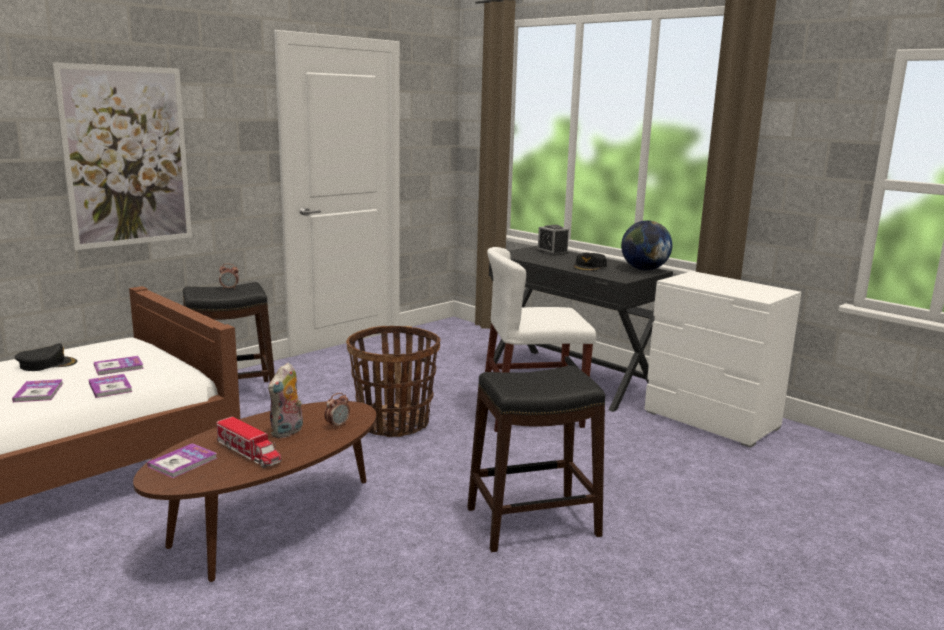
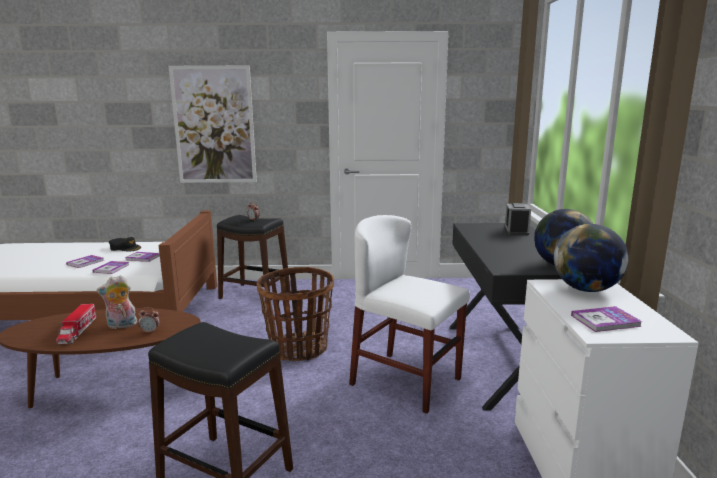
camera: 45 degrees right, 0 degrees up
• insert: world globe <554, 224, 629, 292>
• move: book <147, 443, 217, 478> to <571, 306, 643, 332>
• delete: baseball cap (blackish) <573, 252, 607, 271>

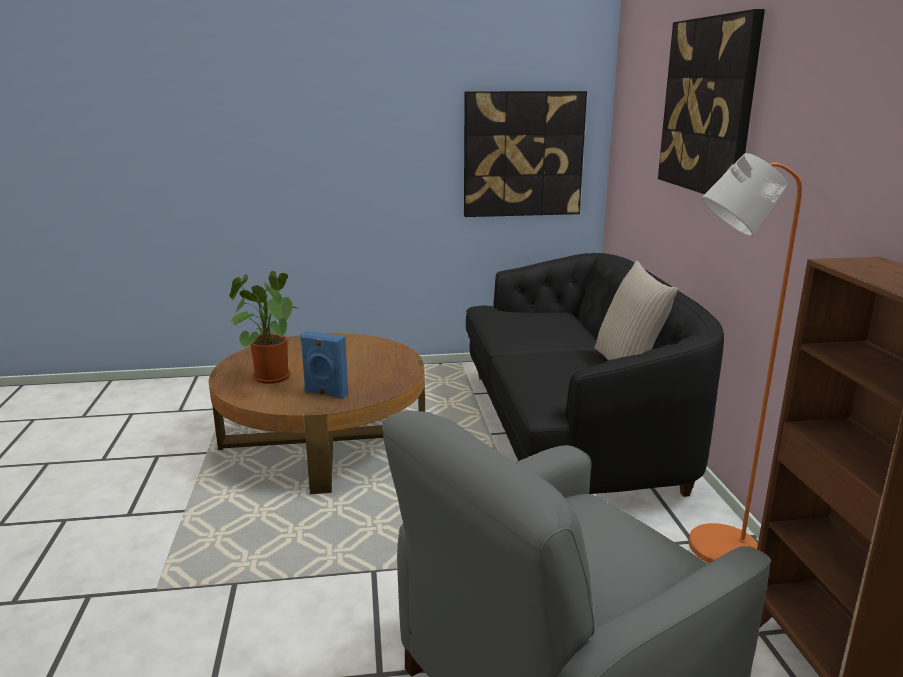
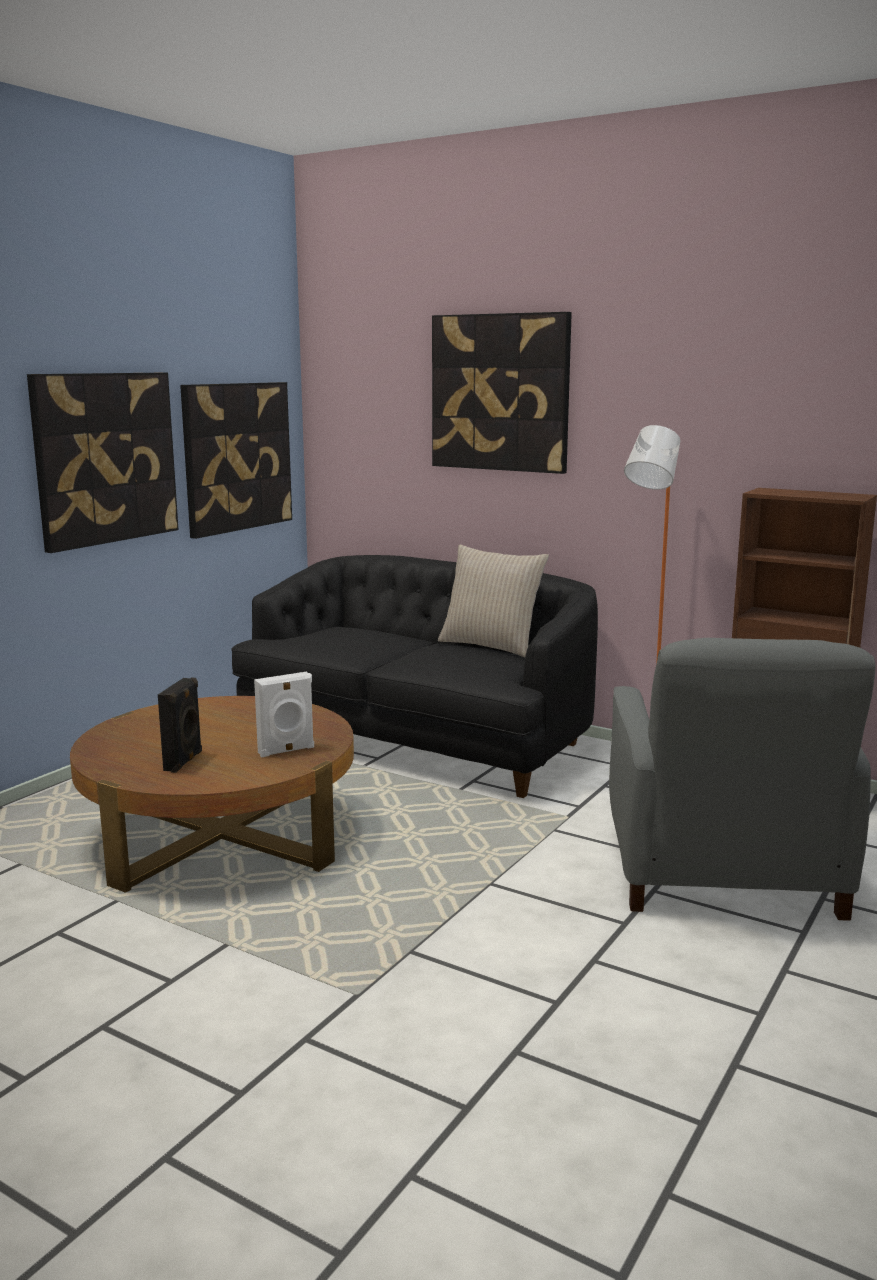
camera: 50 degrees left, 5 degrees down
• insert: wall art <27, 373, 179, 553>
• replace: potted plant <229, 271, 301, 384> to loudspeaker (blackish) <158, 677, 202, 773>
• recolor: loudspeaker (bluish) <300, 331, 348, 399> to loudspeaker (white) <254, 672, 314, 757>

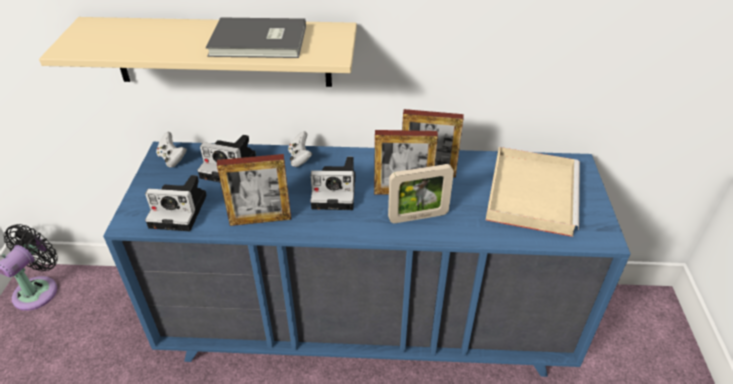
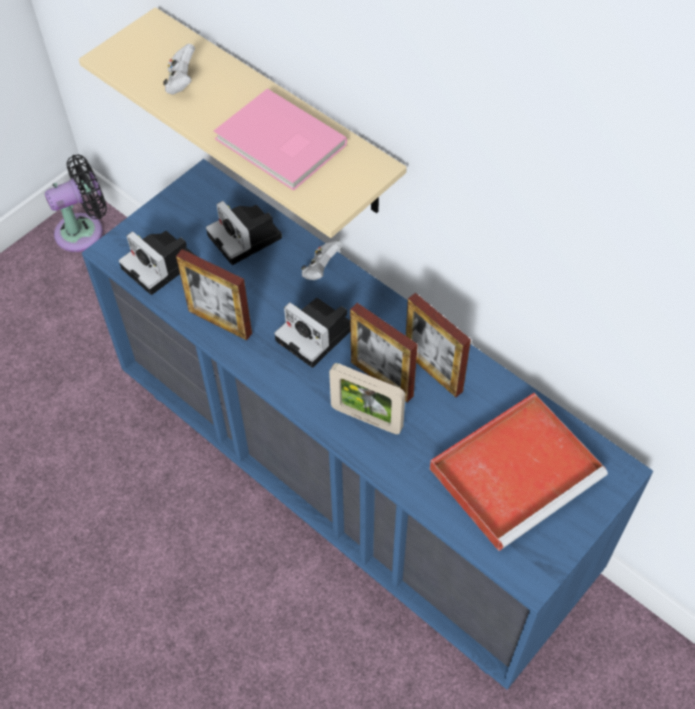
camera: 40 degrees right, 15 degrees up
• move: gamepad (white) <156, 132, 187, 167> to <163, 44, 195, 95>
• recolor: book (gray) <206, 17, 306, 58> to book (pink) <214, 89, 347, 191>
• recolor: tray (beige-coloured) <486, 147, 580, 237> to tray (reddish) <430, 393, 608, 551>

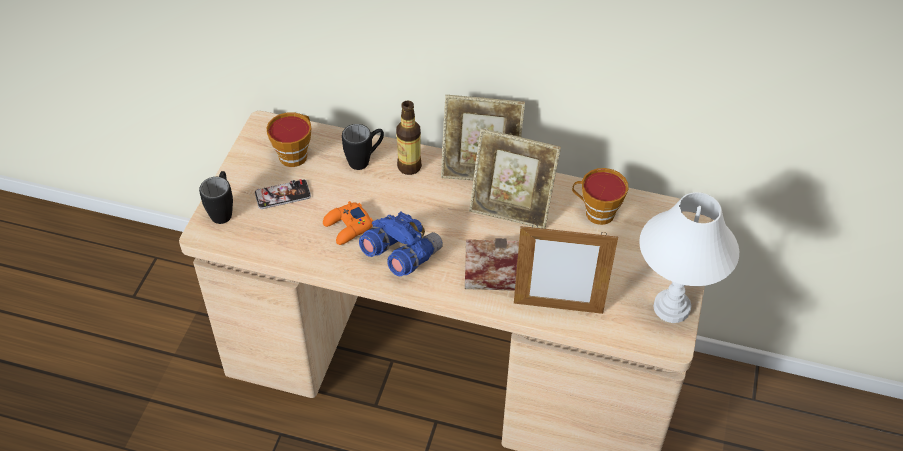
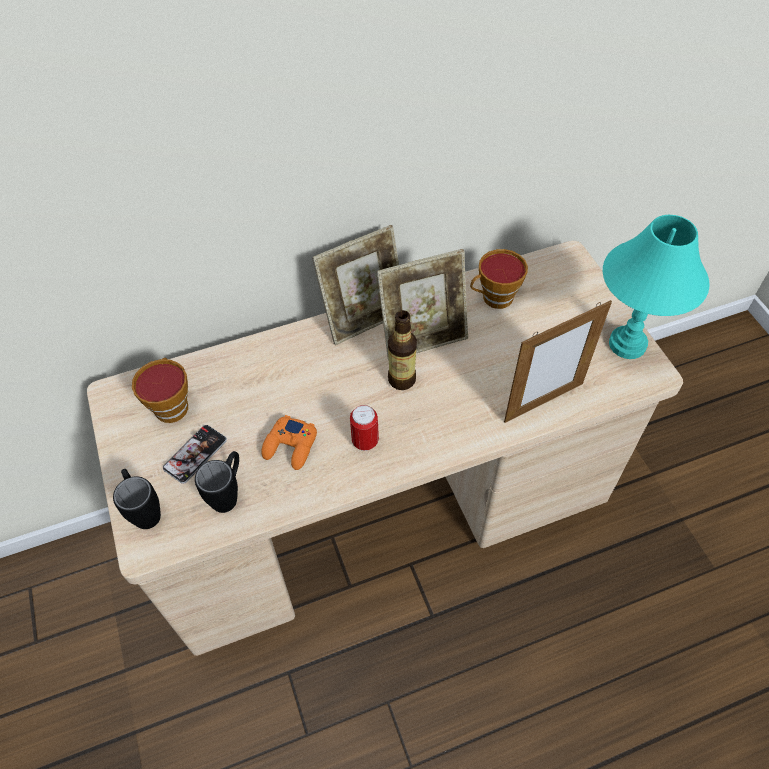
camera: 35 degrees left, 5 degrees up
• move: mug (blackish) <342, 124, 384, 170> to <195, 451, 239, 513>
• replace: binoculars (bluish) <359, 212, 443, 276> to metal can <350, 405, 379, 451>
• move: beverage bottle <396, 101, 422, 175> to <388, 310, 417, 390>
• recolor: tabletop lamp (white) <639, 192, 739, 323> to tabletop lamp (blue-green) <603, 215, 710, 359>
• delete: book <465, 238, 535, 291>

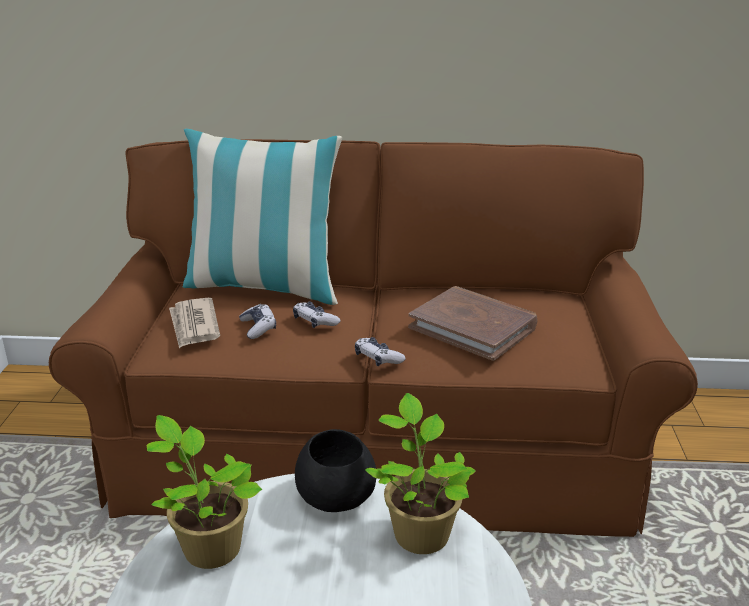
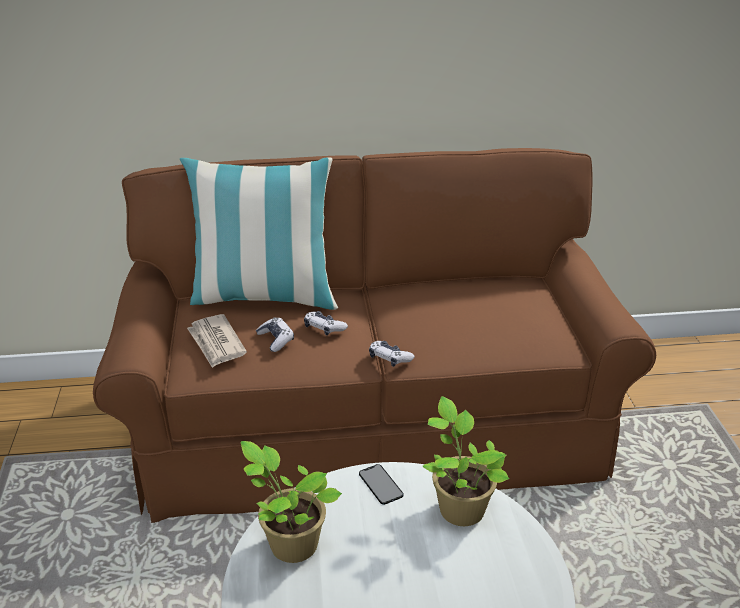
camera: 10 degrees left, 5 degrees up
• replace: serving bowl (blackish) <295, 429, 376, 512> to phone <359, 464, 404, 505>
• delete: book (brownish) <408, 286, 537, 361>

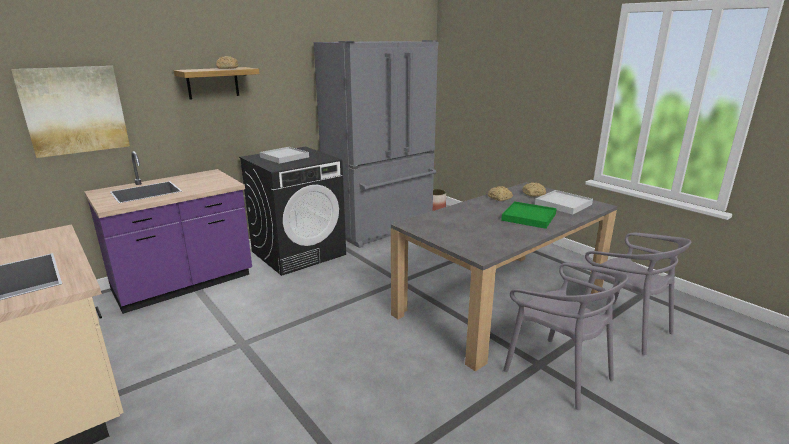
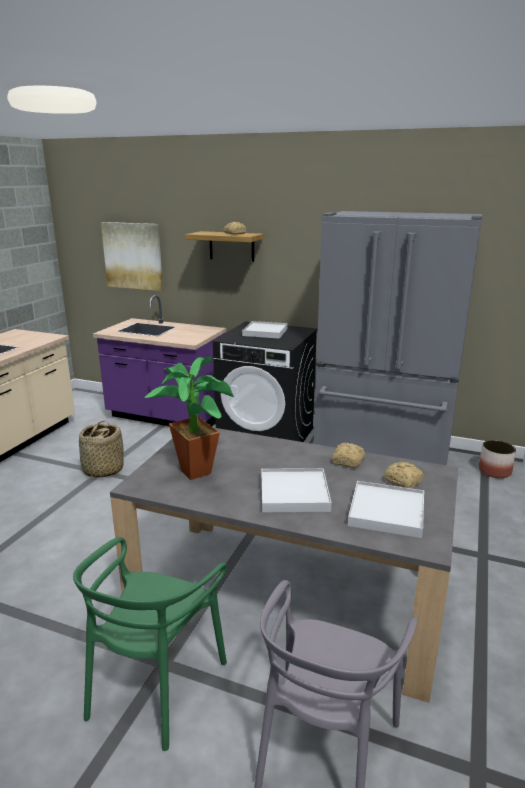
camera: 60 degrees right, 0 degrees up
• recolor: upright chair (gray) <503, 262, 628, 410> to upright chair (green-coloured) <73, 537, 227, 751>
• insert: storage basket <79, 421, 124, 478>
• insert: potted plant <144, 357, 234, 480>
• recolor: tray (green-coloured) <501, 201, 557, 229> to tray (white) <261, 468, 331, 512>

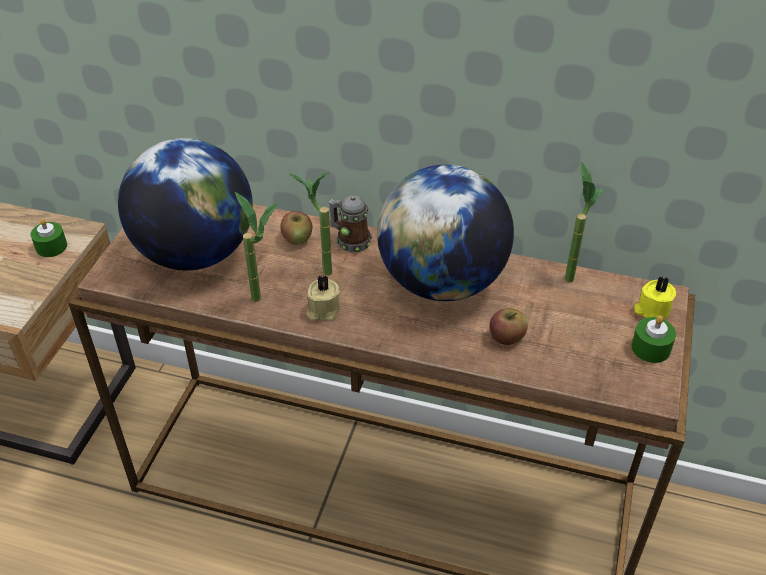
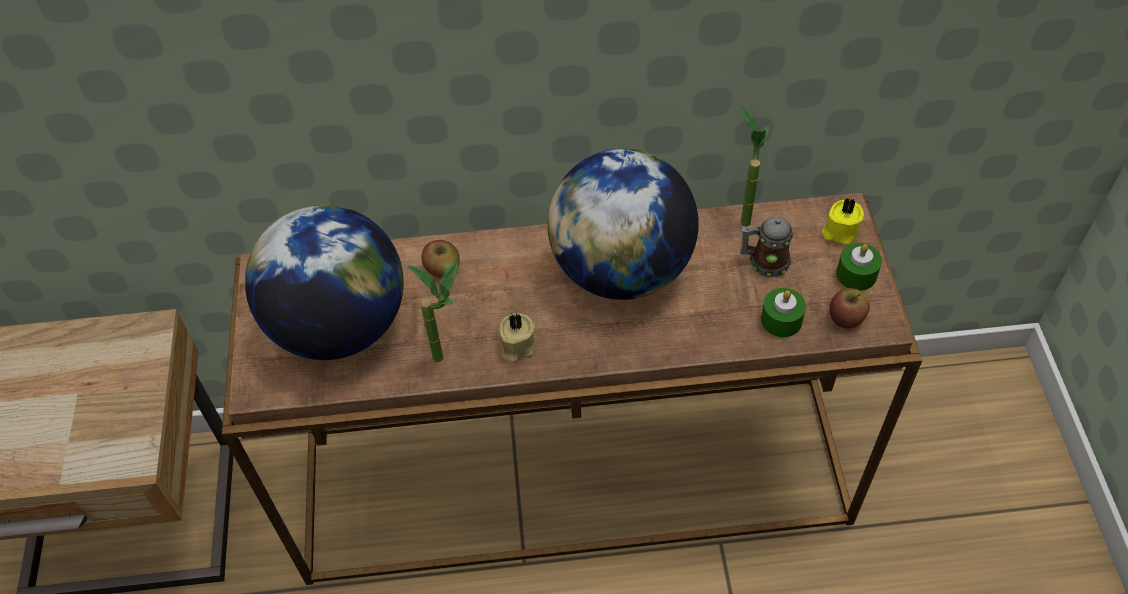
camera: 20 degrees left, 10 degrees up
• move: mug <328, 196, 372, 252> to <740, 216, 794, 277>
• move: wax light (green-coloured) <31, 219, 67, 257> to <761, 288, 806, 337>
• move: apple <489, 308, 528, 345> to <830, 288, 870, 329>
• delete: potted plant <288, 172, 332, 276>

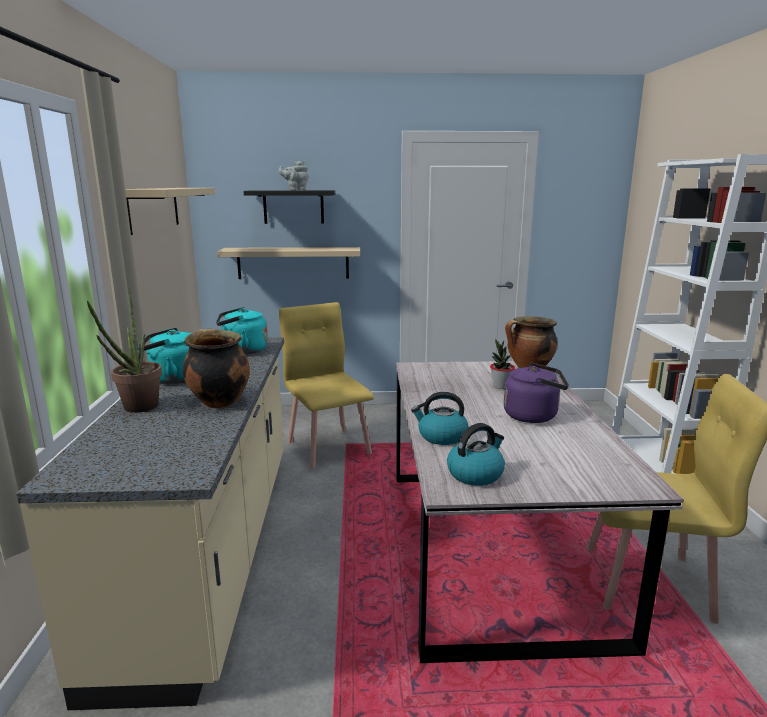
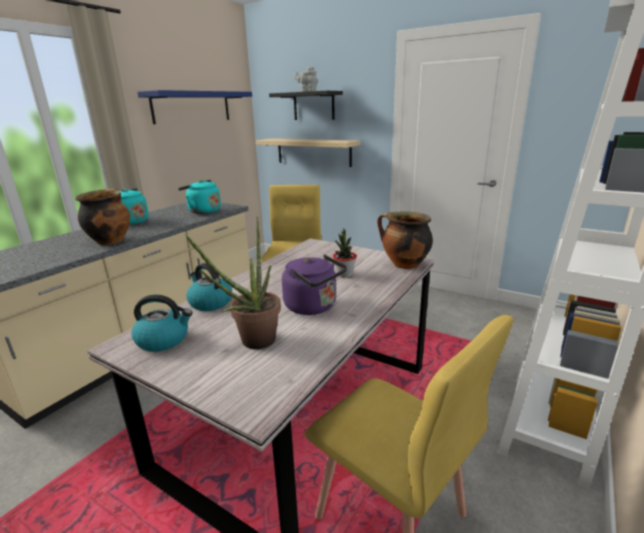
camera: 35 degrees right, 5 degrees up
• recolor: bracket shelf (beige-coloured) <125, 188, 215, 235> to bracket shelf (bluish) <137, 90, 252, 124>
• move: potted plant <87, 289, 162, 413> to <186, 217, 281, 349>

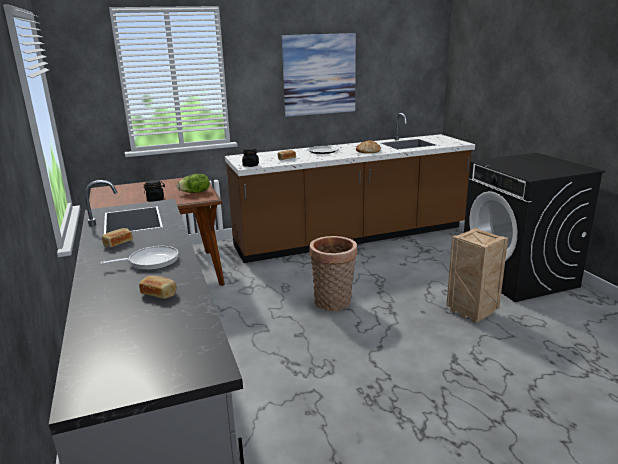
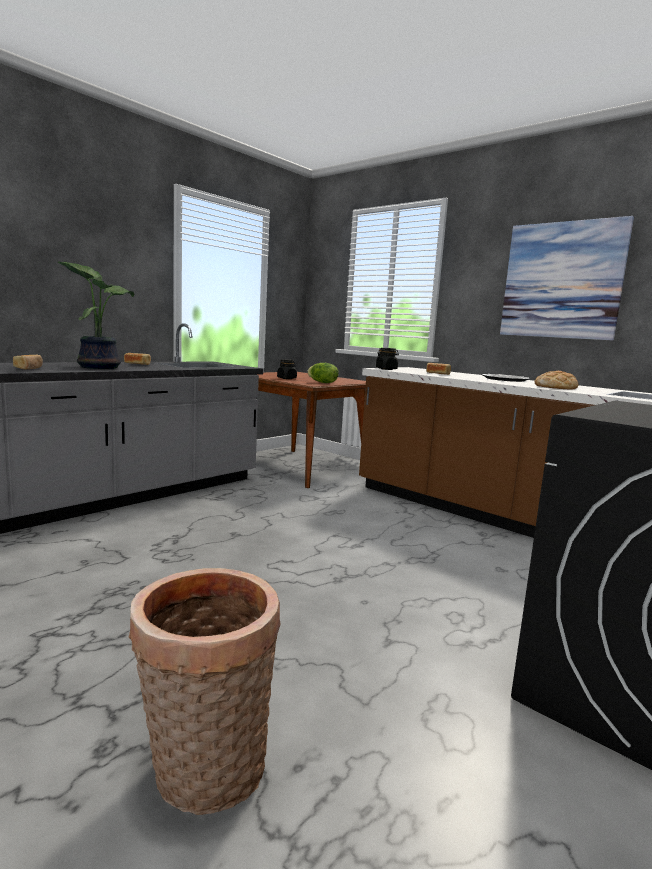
camera: 60 degrees right, 10 degrees down
• replace: pan <100, 246, 178, 270> to potted plant <58, 261, 135, 369>
• move: storage basket <309, 236, 357, 311> to <128, 568, 281, 815>
• delete: shipping crate <446, 228, 508, 323>

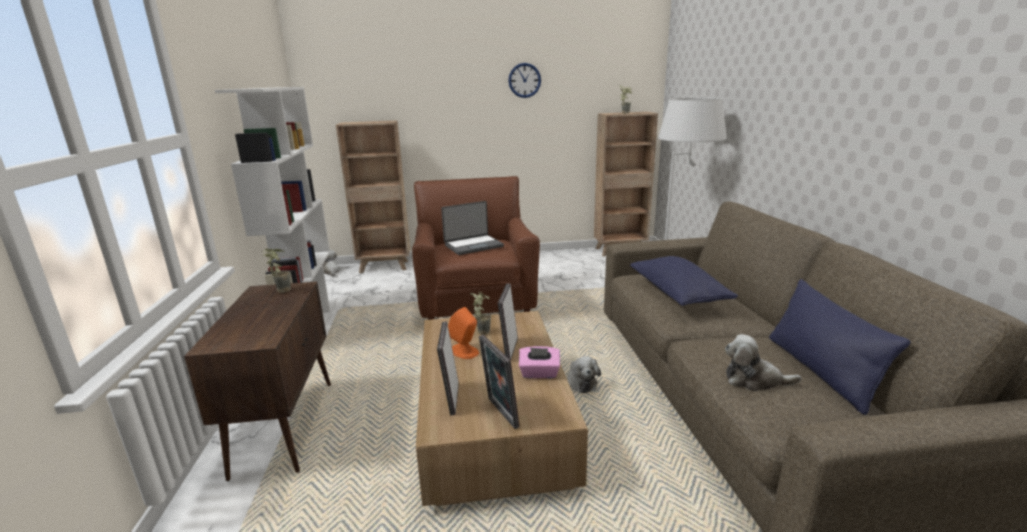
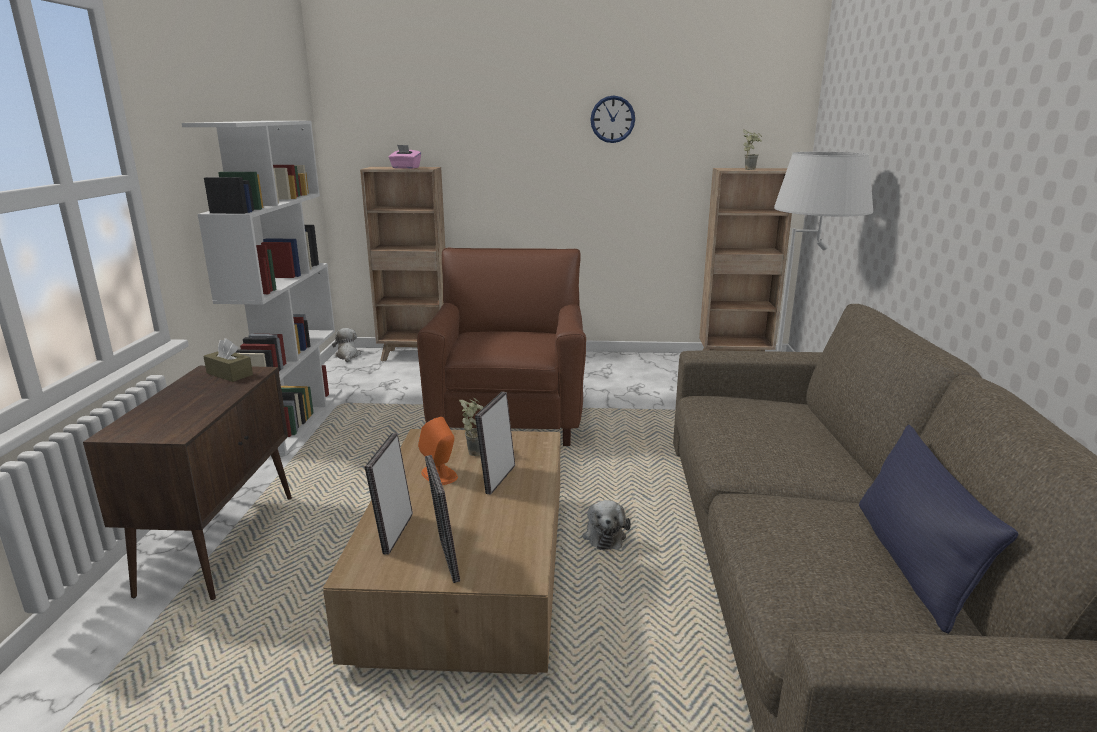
camera: 10 degrees right, 0 degrees up
• replace: potted plant <263, 249, 291, 293> to box of tissues (brownish) <203, 338, 253, 382>
• move: box of tissues (pink) <519, 346, 560, 378> to <388, 145, 421, 169>
• delete: portable computer <441, 201, 504, 255>
• delete: throw pillow (bluish) <630, 256, 738, 306>
• delete: soft toy <725, 334, 802, 391>

